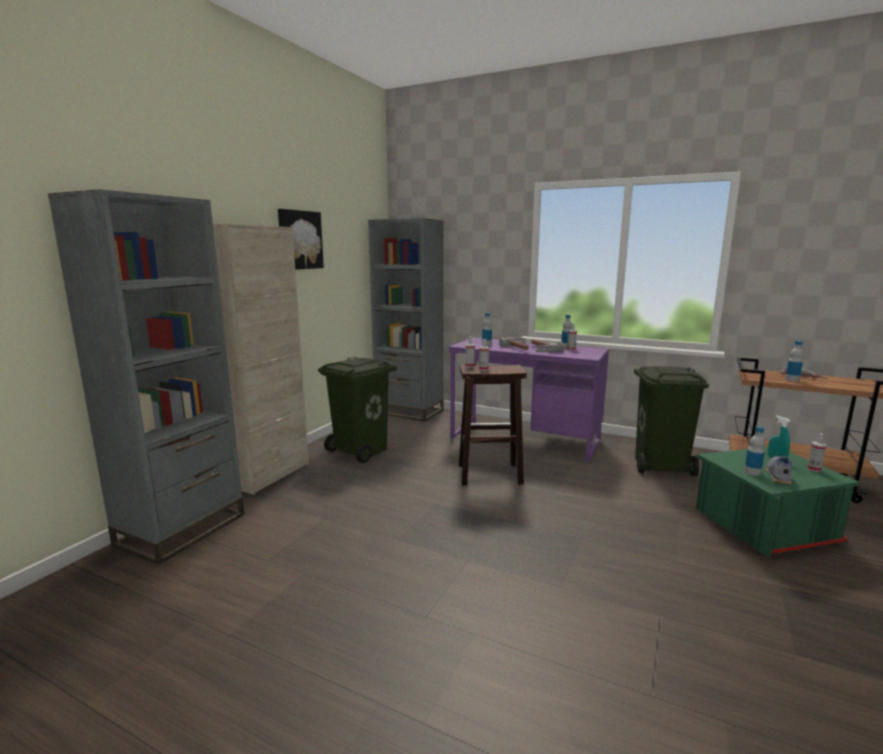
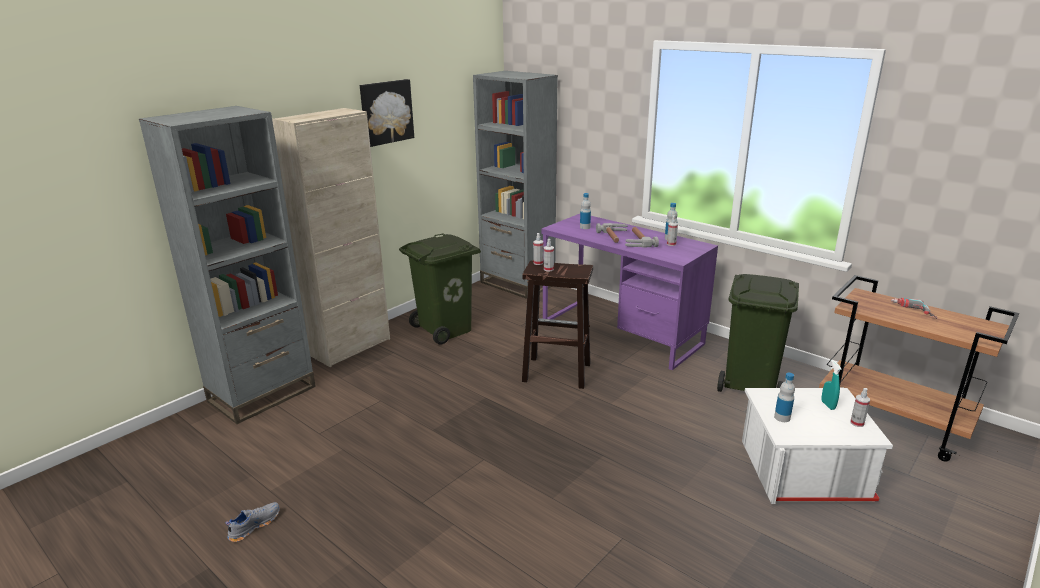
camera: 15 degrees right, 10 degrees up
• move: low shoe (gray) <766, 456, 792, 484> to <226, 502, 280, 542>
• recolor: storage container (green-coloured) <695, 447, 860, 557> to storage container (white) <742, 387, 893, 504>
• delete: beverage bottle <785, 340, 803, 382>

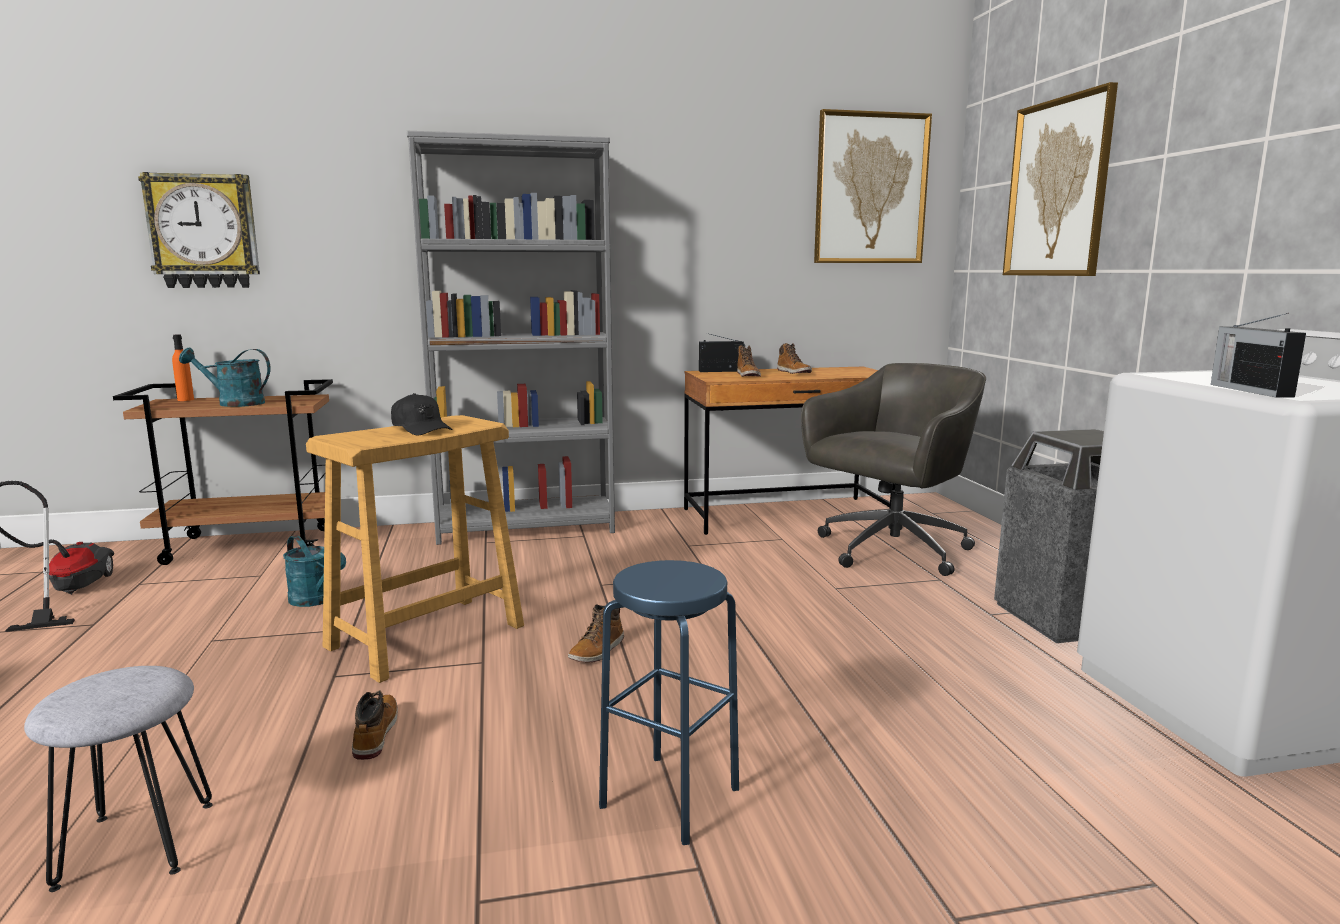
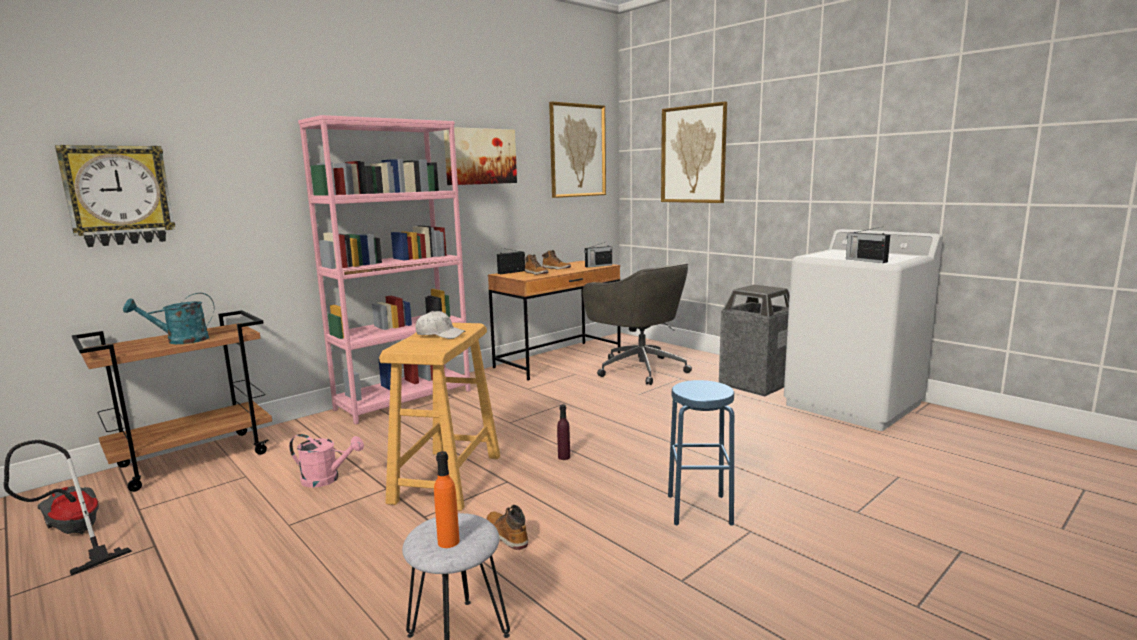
camera: 30 degrees left, 0 degrees up
• recolor: watering can (blue-green) <283, 535, 346, 607> to watering can (pink) <289, 434, 364, 488>
• recolor: bookshelf (gray) <407, 131, 615, 545> to bookshelf (pink) <298, 115, 471, 425>
• recolor: baseball cap (blackish) <391, 393, 453, 435> to baseball cap (white) <415, 311, 466, 339>
• move: beverage bottle (orange) <172, 334, 194, 401> to <434, 451, 459, 548>
• insert: wall art <444, 127, 517, 185>
• replace: boot <568, 604, 624, 663> to beverage bottle (purple) <557, 405, 570, 460>
• rotate: office chair (gray) <801, 363, 986, 576> = <583, 263, 692, 385> 120 degrees clockwise
• insert: radio <584, 242, 612, 268>

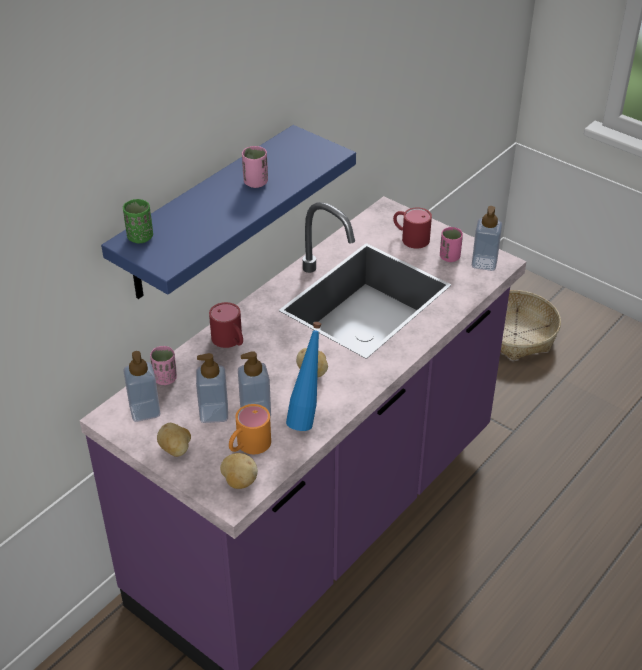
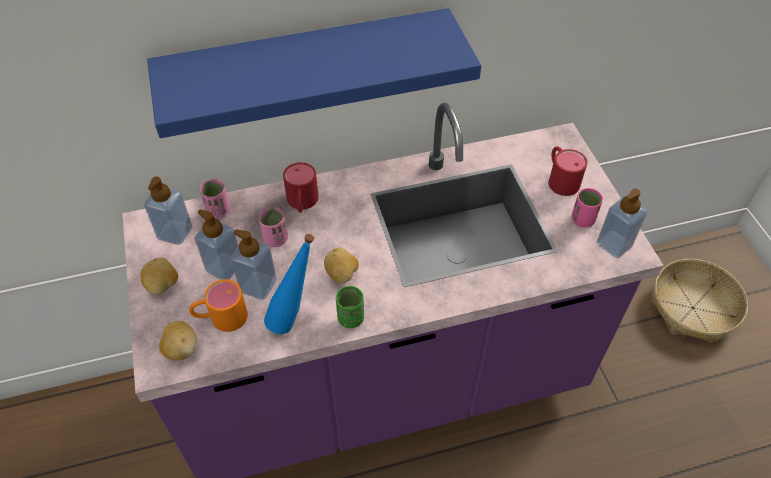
camera: 35 degrees right, 10 degrees up
• move: small cup (pink) <242, 146, 268, 188> to <259, 207, 288, 247>
• move: small cup (green-coloured) <123, 199, 153, 243> to <336, 286, 364, 328>

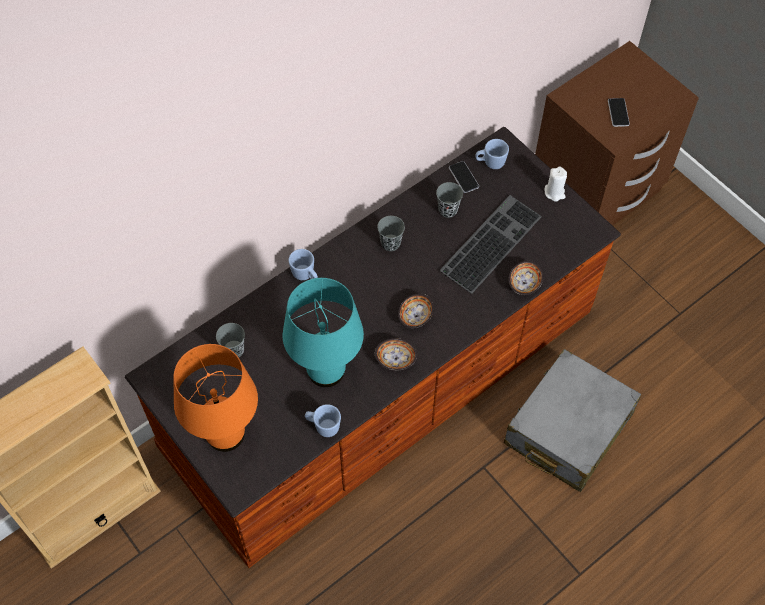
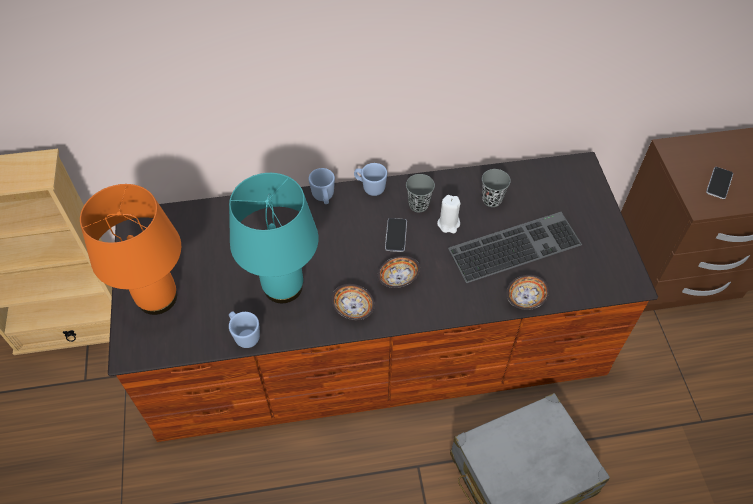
camera: 30 degrees right, 5 degrees down
• move: mug (bluish) <475, 139, 509, 169> to <354, 163, 387, 196>
• move: phone <449, 161, 479, 193> to <385, 218, 407, 252>
• move: wax light (white) <545, 167, 567, 202> to <437, 195, 460, 233>
• delete: small cup (gray) <216, 323, 245, 358>

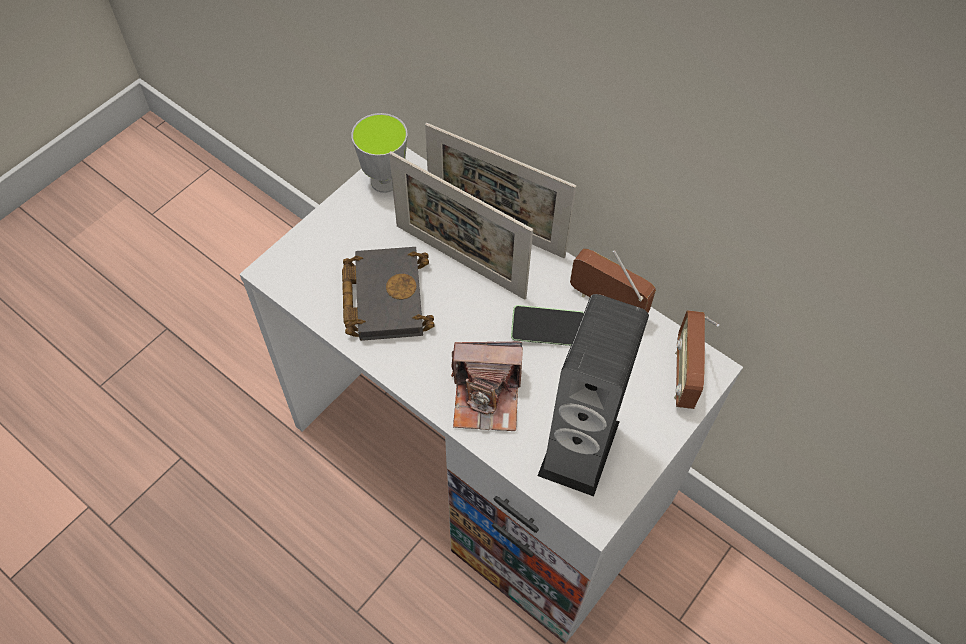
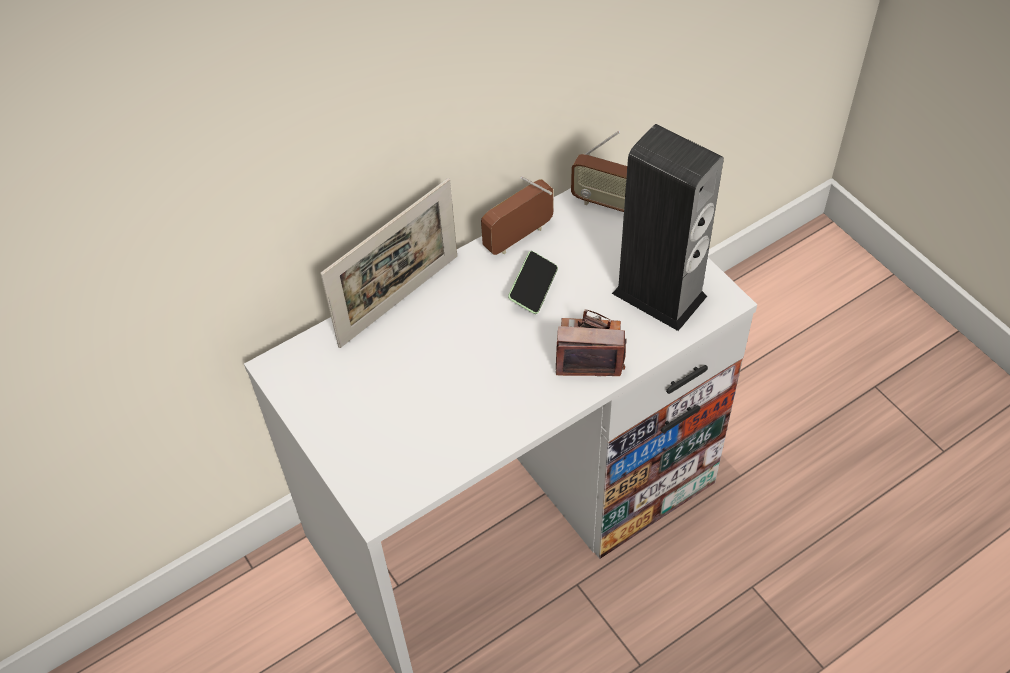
camera: 70 degrees left, 5 degrees down
• rotate: still camera <451, 342, 523, 431> = <556, 309, 627, 376> 105 degrees counterclockwise
• delete: book (blackish) <342, 247, 435, 341>
• delete: small cup <351, 113, 408, 193>
• delete: photo frame <389, 151, 533, 300>

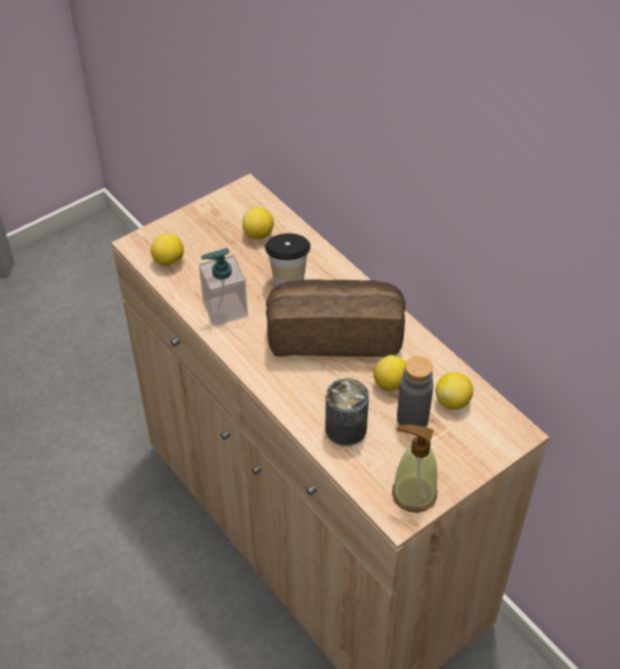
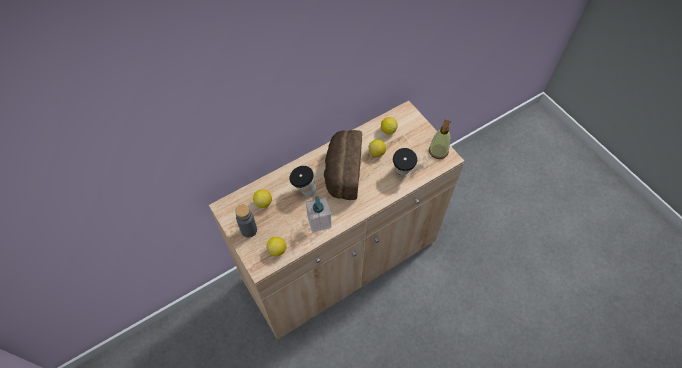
camera: 85 degrees left, 10 degrees up
• move: beverage bottle (gray) <397, 356, 434, 427> to <235, 205, 257, 238>
• replace: metal can <325, 378, 369, 446> to small cup <393, 148, 417, 175>

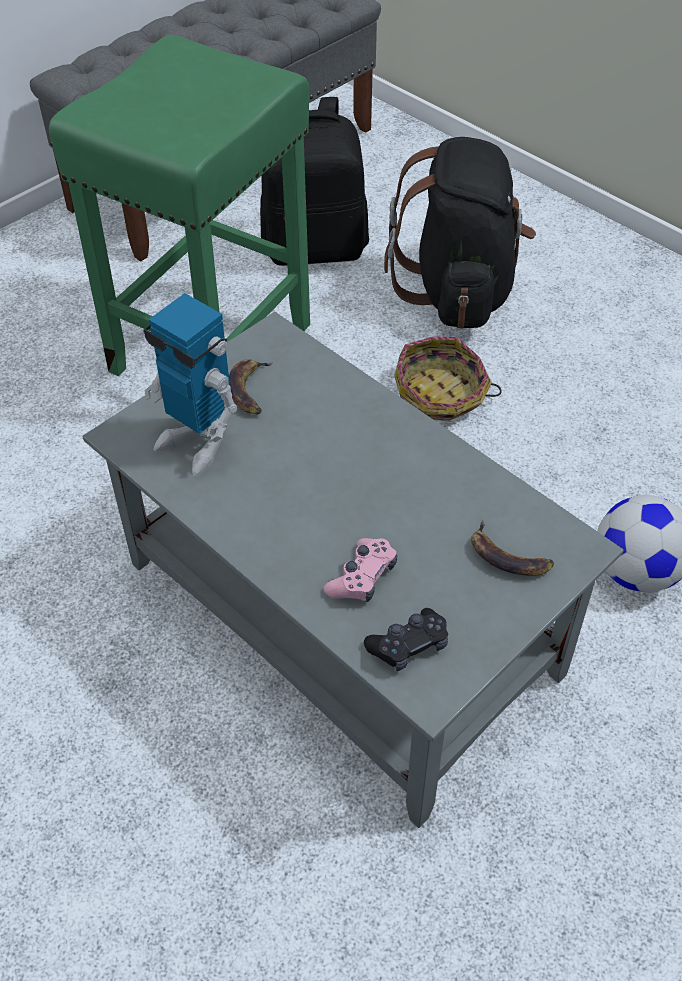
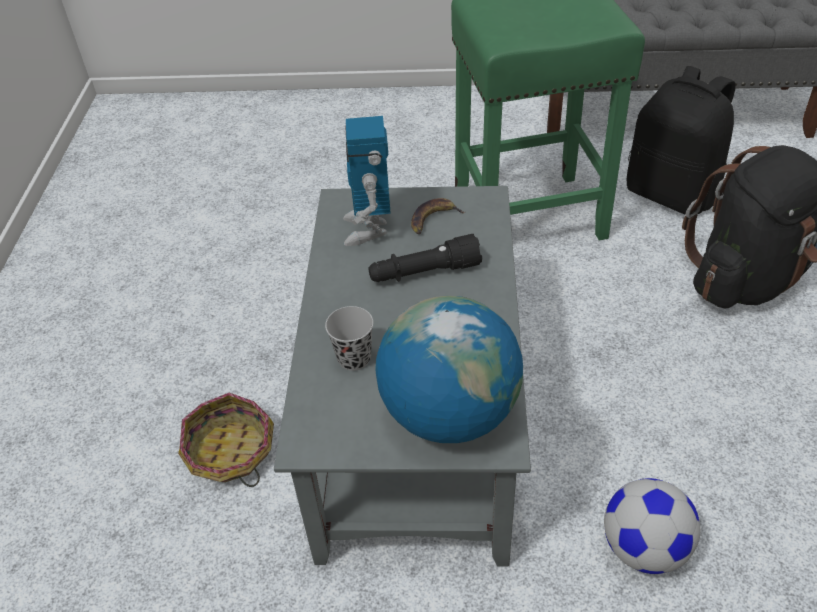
camera: 50 degrees right, 5 degrees down
• move: storage basket <395, 336, 502, 421> to <178, 393, 274, 487>
• replace: gamepad (pink) <324, 538, 397, 602> to small cup (blackish) <325, 306, 373, 371>
• insert: flashlight (blackish) <368, 234, 482, 282>
• replace: whole banana <471, 520, 554, 576> to world globe <375, 296, 523, 443>
• delete: gamepad (blackish) <364, 608, 448, 671>

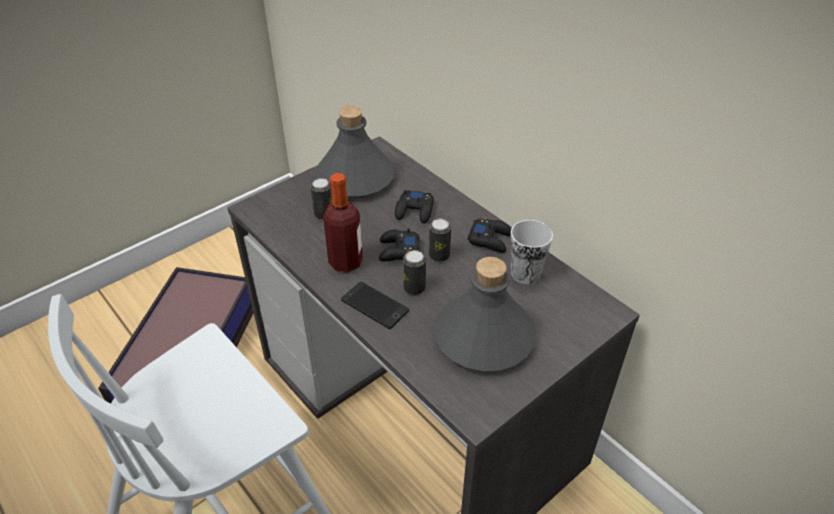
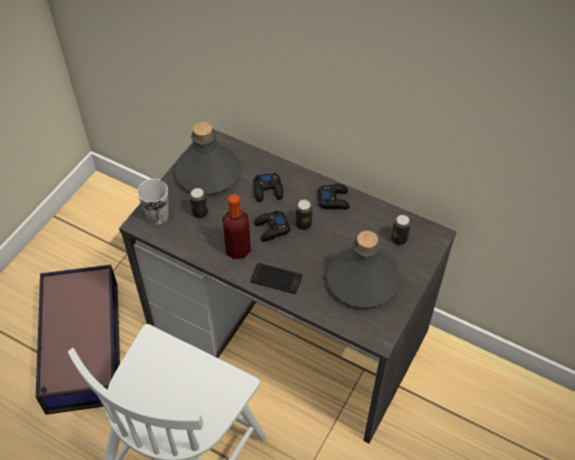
camera: 20 degrees left, 10 degrees up
• move: small cup <511, 220, 553, 284> to <137, 179, 169, 224>
• move: metal can <403, 250, 426, 295> to <391, 215, 411, 245>

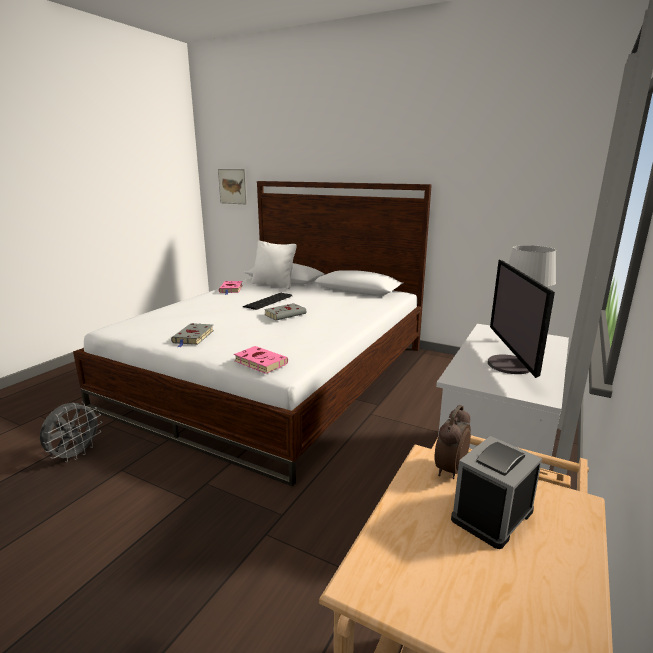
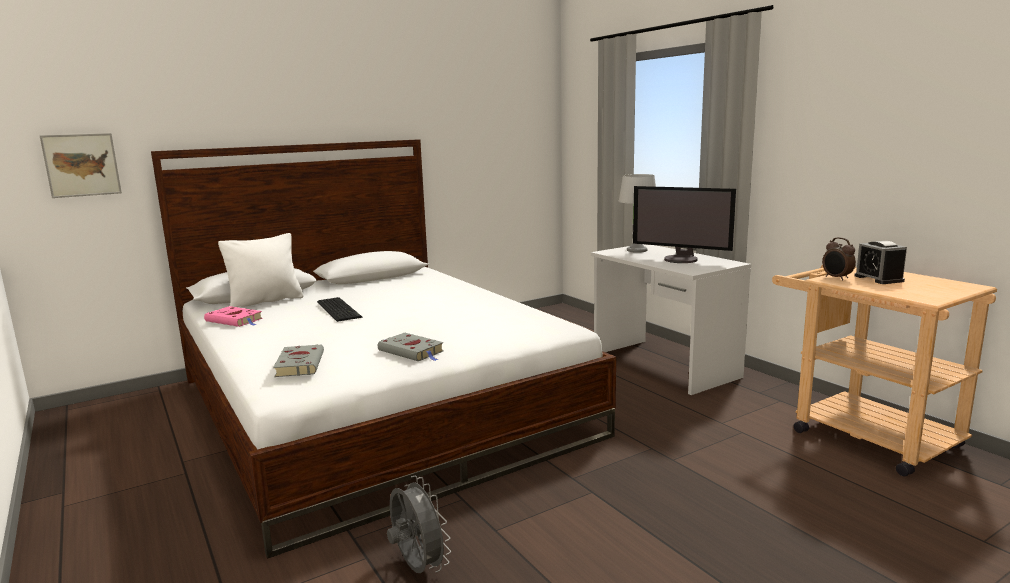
camera: 60 degrees left, 5 degrees down
• move: book (gray) <264, 303, 306, 320> to <273, 345, 324, 377>
• delete: book (pink) <234, 346, 288, 374>

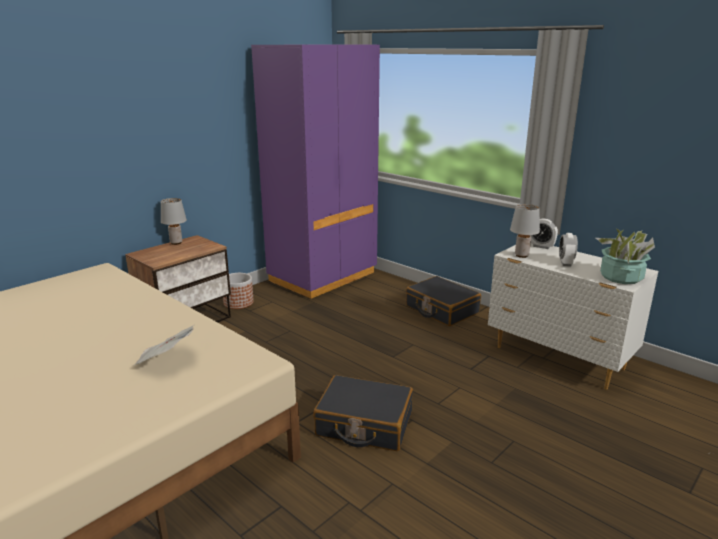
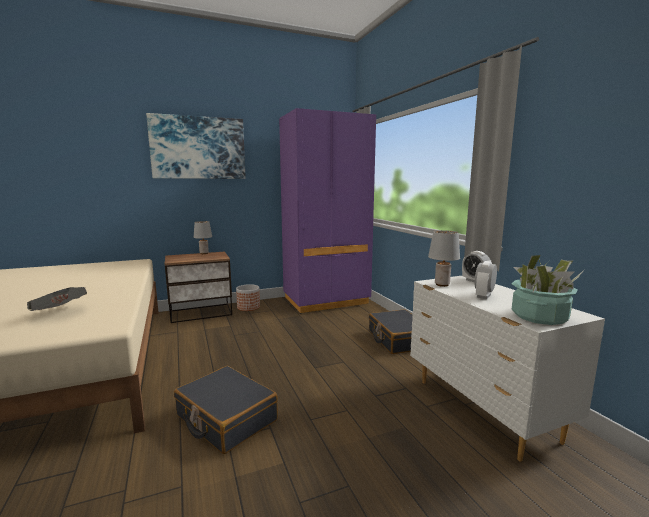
camera: 25 degrees right, 10 degrees down
• insert: wall art <146, 113, 246, 179>

